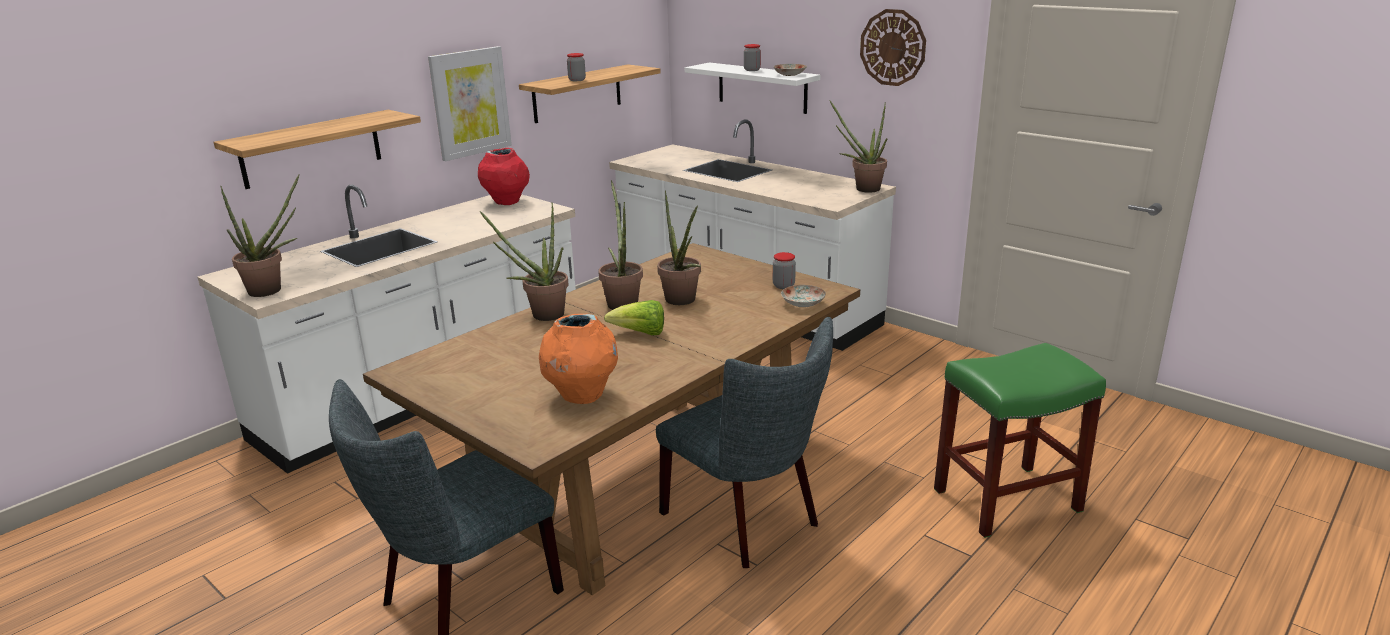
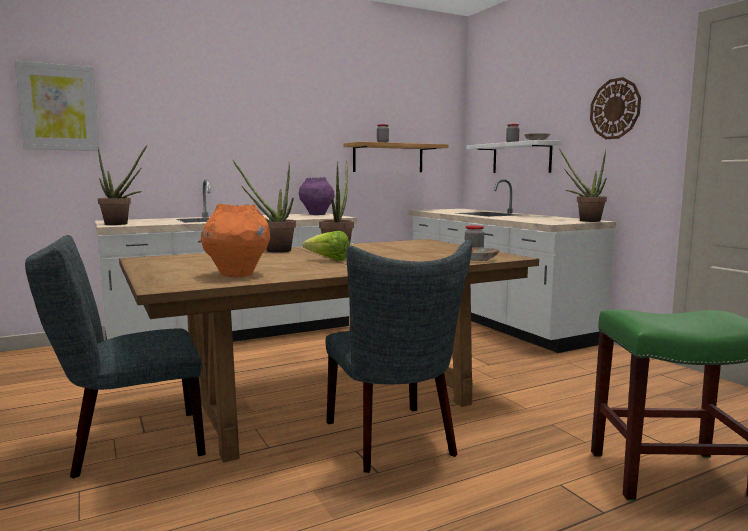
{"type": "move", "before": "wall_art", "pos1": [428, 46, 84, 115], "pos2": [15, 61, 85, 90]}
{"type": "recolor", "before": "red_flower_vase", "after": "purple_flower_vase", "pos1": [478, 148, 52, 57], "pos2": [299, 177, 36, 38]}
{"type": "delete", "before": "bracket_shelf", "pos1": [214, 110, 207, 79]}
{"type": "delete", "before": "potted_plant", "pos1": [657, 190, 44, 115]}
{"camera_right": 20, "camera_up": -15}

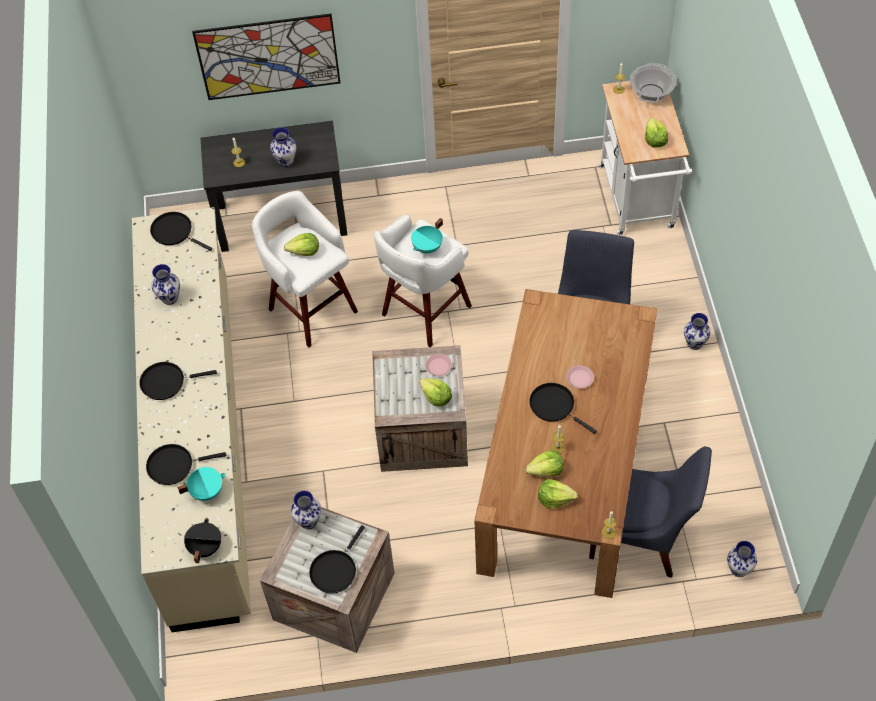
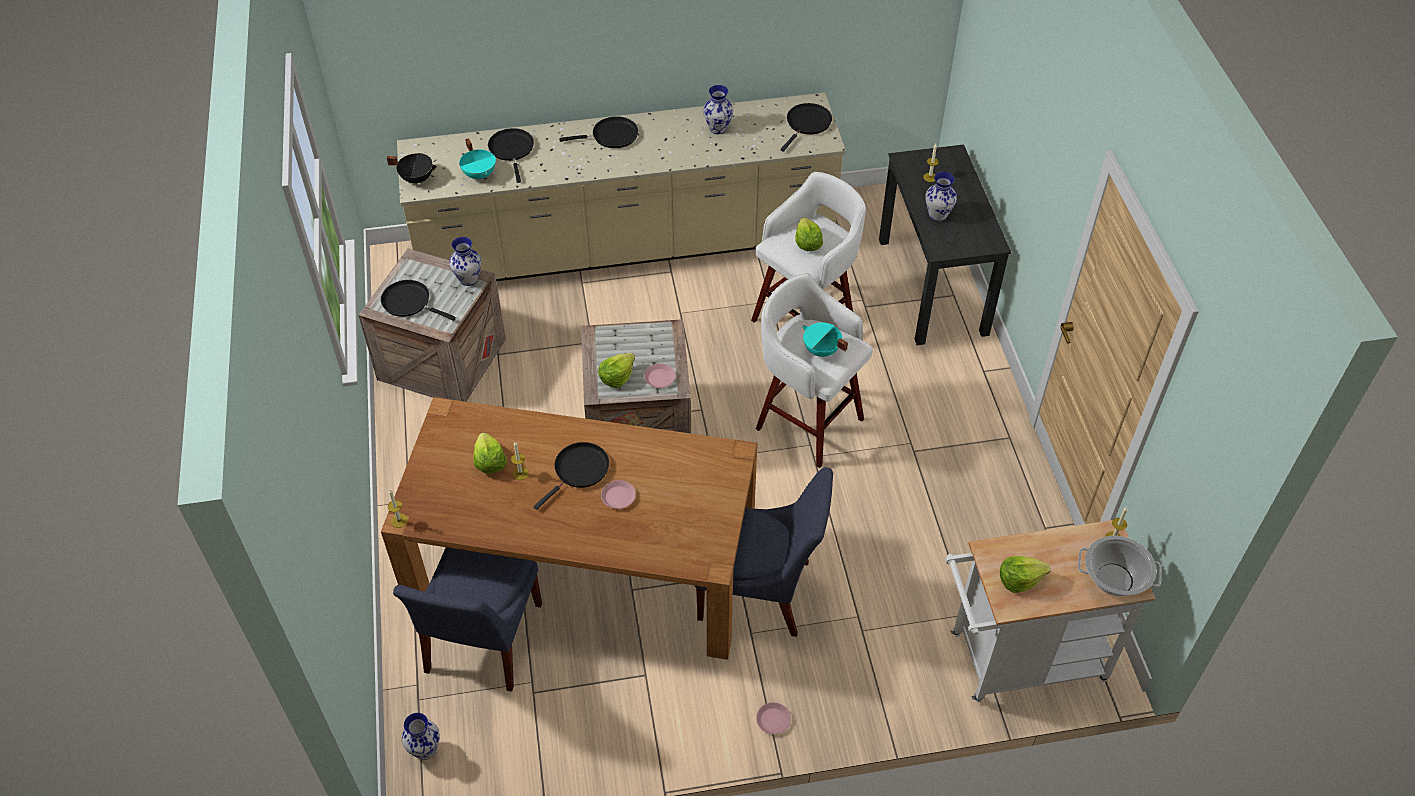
{"type": "rotate", "before": "black_frying_pan", "pos1": [139, 362, 78, 38], "pos2": [559, 116, 79, 32], "turn": 90}
{"type": "replace", "before": "flower_vase", "after": "pink-coloured_dinner_plate", "pos1": [684, 313, 27, 37], "pos2": [756, 702, 35, 32]}
{"type": "delete", "before": "wall_art", "pos1": [192, 14, 148, 86]}
{"type": "delete", "before": "lettuce", "pos1": [538, 479, 40, 29]}
{"camera_right": 85, "camera_up": -5}

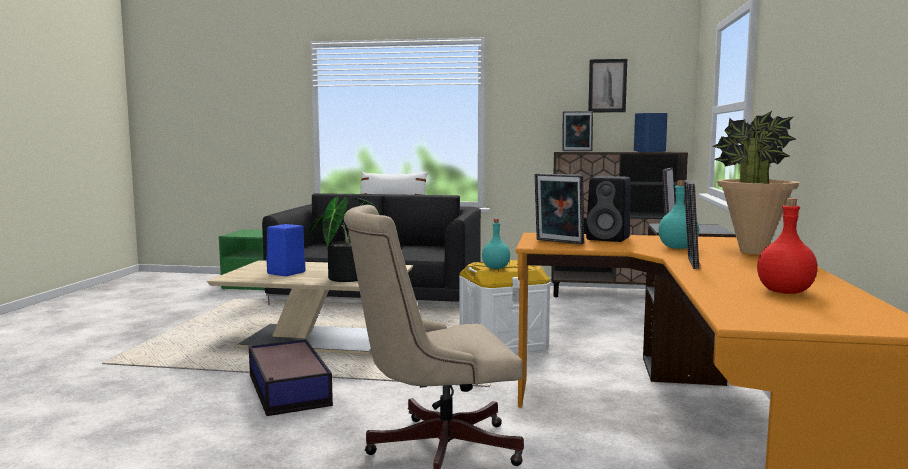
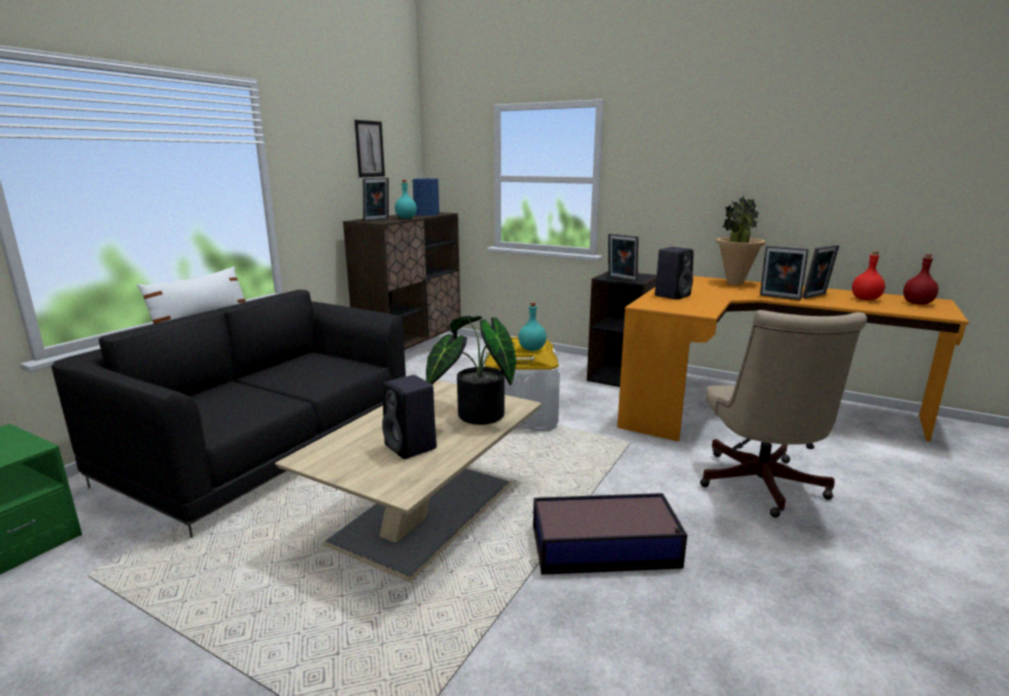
{"type": "recolor", "before": "blue_audio_speaker", "after": "black_audio_speaker", "pos1": [266, 224, 39, 52], "pos2": [382, 375, 55, 84]}
{"type": "move", "before": "blue-green_drink_bottle", "pos1": [659, 181, 40, 68], "pos2": [395, 180, 22, 38]}
{"type": "move", "before": "standing_frame", "pos1": [535, 173, 49, 71], "pos2": [802, 245, 37, 54]}
{"type": "insert", "after": "red_drink_bottle", "pos2": [903, 254, 36, 51]}
{"camera_right": -70, "camera_up": 10}

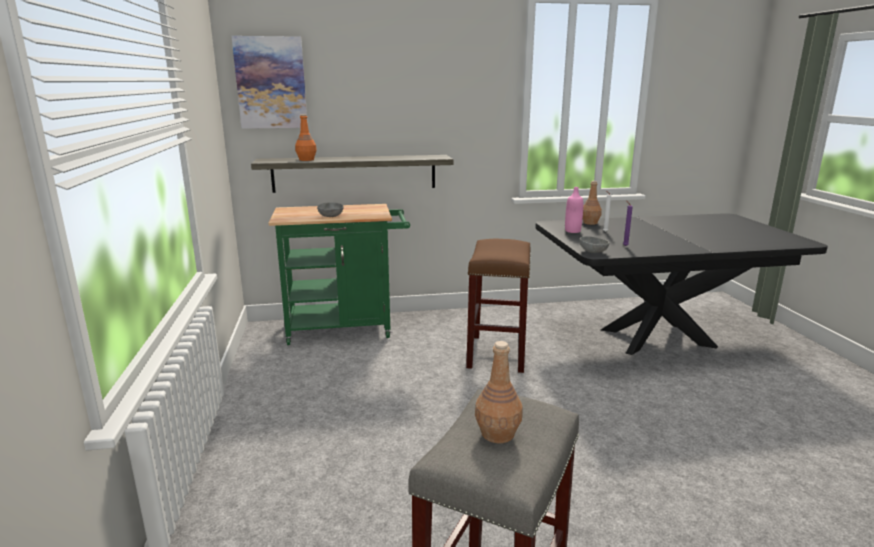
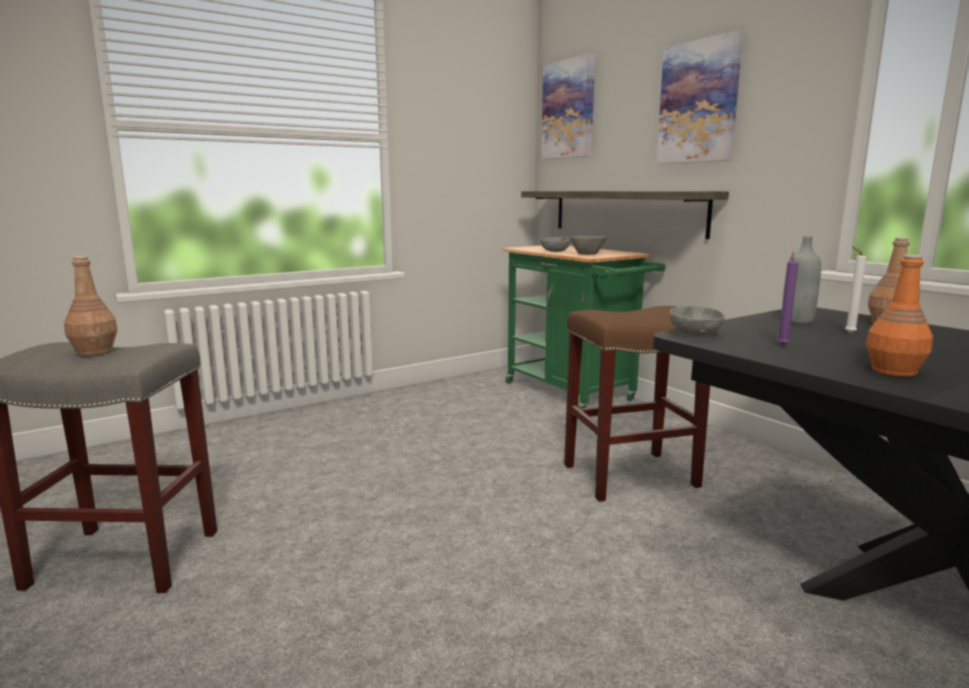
{"type": "insert", "after": "greyish_bowl", "pos2": [569, 236, 38, 19]}
{"type": "insert", "after": "wall_art", "pos2": [656, 30, 87, 134]}
{"type": "recolor", "before": "pink-coloured_drink_bottle", "after": "greyish_drink_bottle", "pos1": [565, 187, 18, 46], "pos2": [782, 236, 39, 87]}
{"type": "move", "before": "orangey_drink_bottle", "pos1": [295, 114, 22, 47], "pos2": [866, 254, 67, 123]}
{"camera_right": 65, "camera_up": -5}

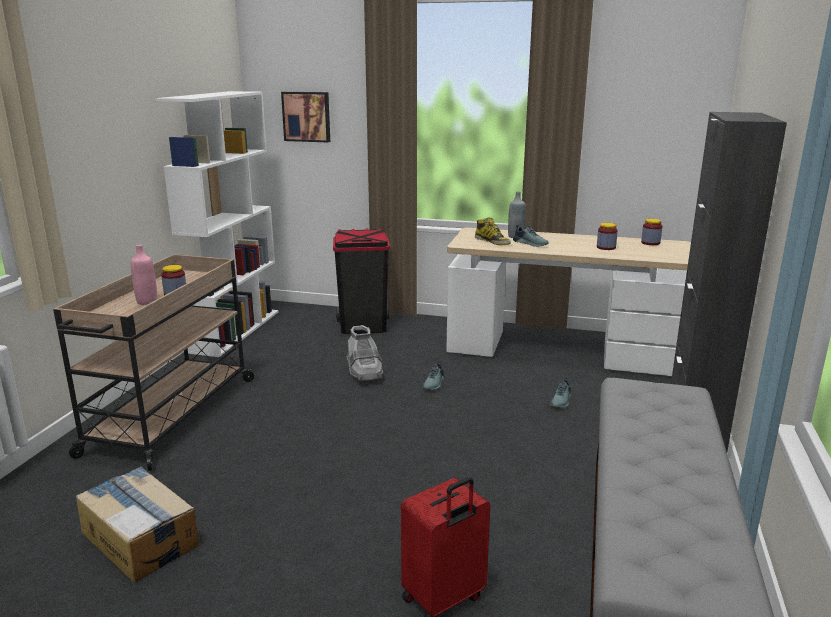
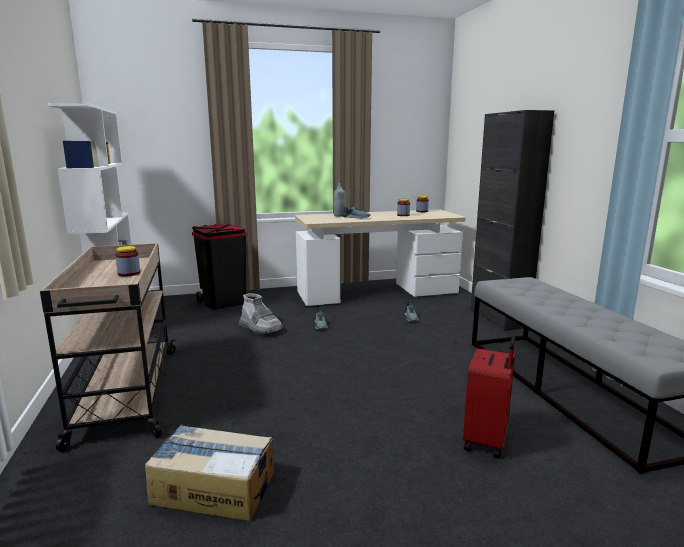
{"type": "delete", "before": "pink-coloured_drink_bottle", "pos1": [131, 244, 26, 61]}
{"type": "delete", "before": "wall_art", "pos1": [281, 92, 49, 50]}
{"type": "delete", "before": "boot", "pos1": [475, 217, 36, 28]}
{"camera_right": -30, "camera_up": -5}

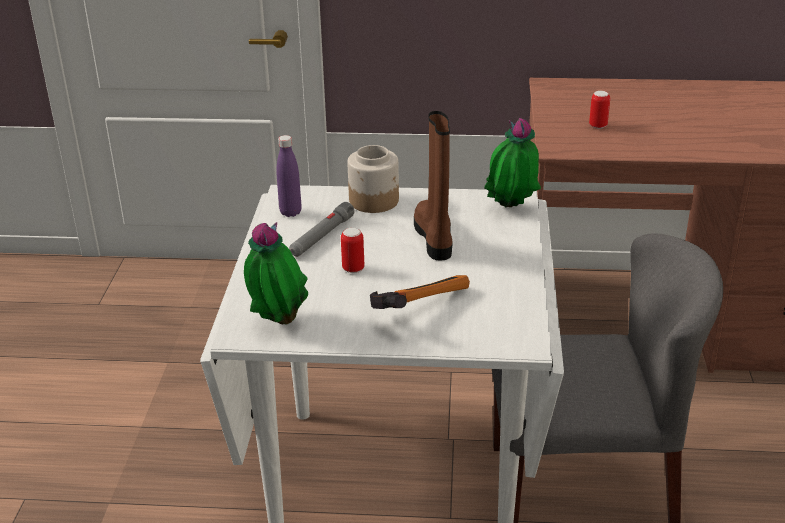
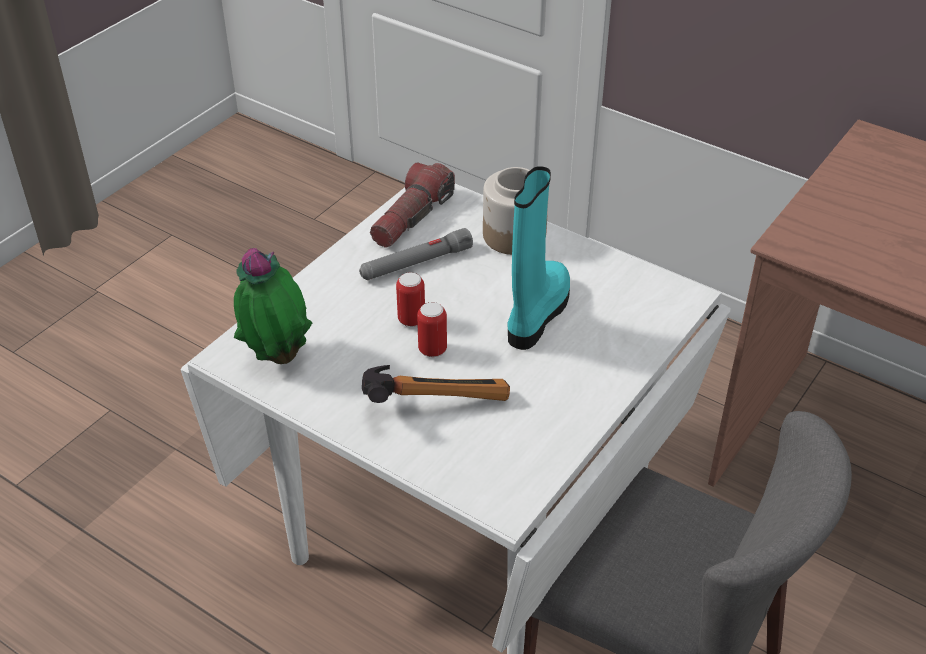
{"type": "replace", "before": "purple_drink_bottle", "after": "hand_torch", "pos1": [276, 135, 26, 82], "pos2": [370, 162, 85, 86]}
{"type": "move", "before": "sealed_can", "pos1": [589, 91, 21, 38], "pos2": [417, 302, 30, 55]}
{"type": "recolor", "before": "brown_boot", "after": "blue-green_boot", "pos1": [414, 111, 39, 150], "pos2": [508, 166, 62, 184]}
{"type": "delete", "before": "potted_plant", "pos1": [484, 118, 57, 89]}
{"camera_right": 30, "camera_up": 10}

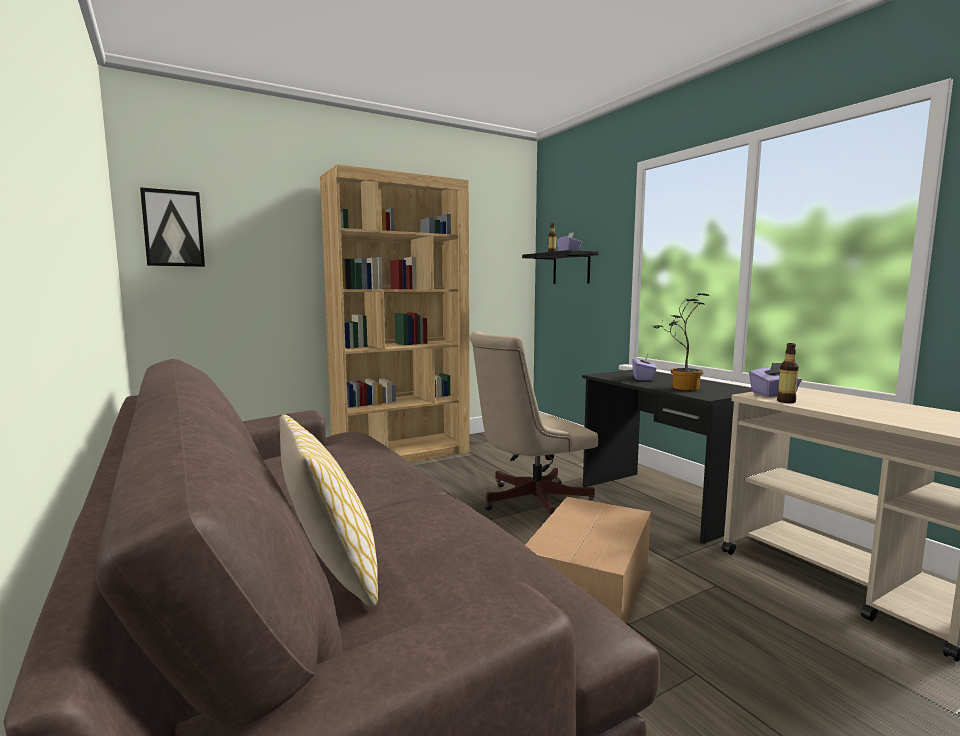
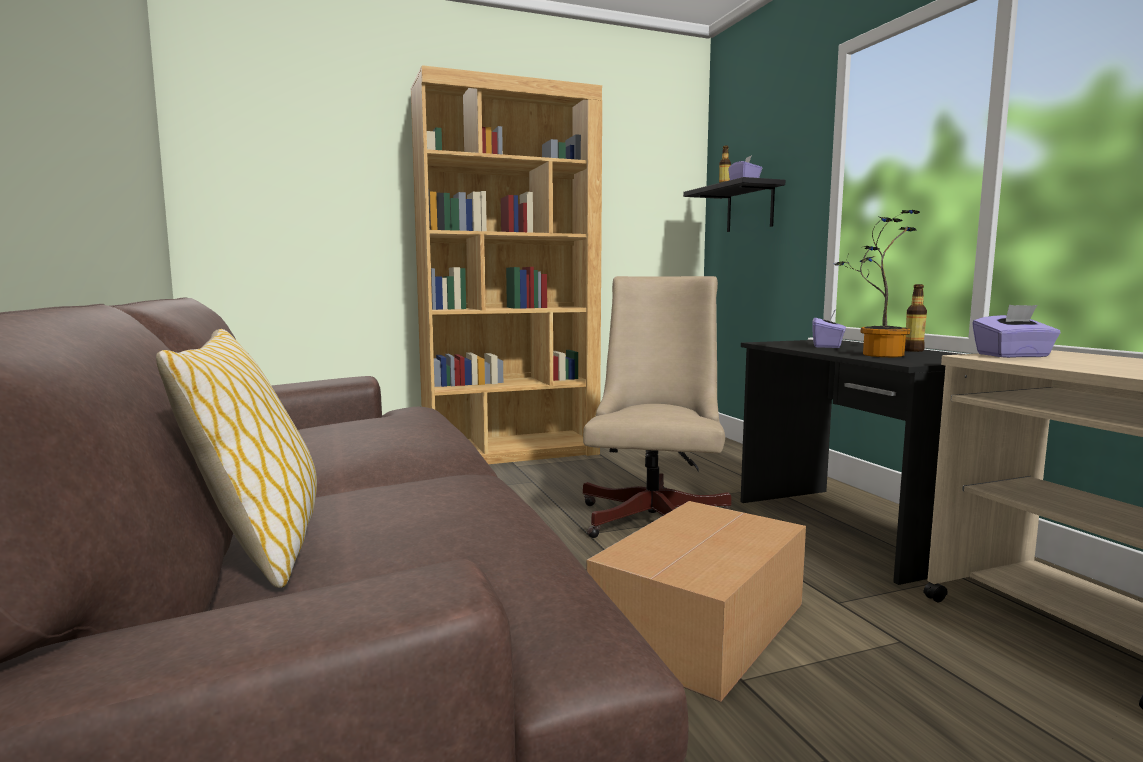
{"type": "rotate", "before": "beige_office_chair", "pos1": [470, 331, 128, 192], "pos2": [583, 276, 148, 262], "turn": 120}
{"type": "move", "before": "drink_bottle", "pos1": [777, 343, 22, 60], "pos2": [905, 284, 22, 68]}
{"type": "delete", "before": "wall_art", "pos1": [140, 187, 65, 80]}
{"camera_right": 10, "camera_up": 0}

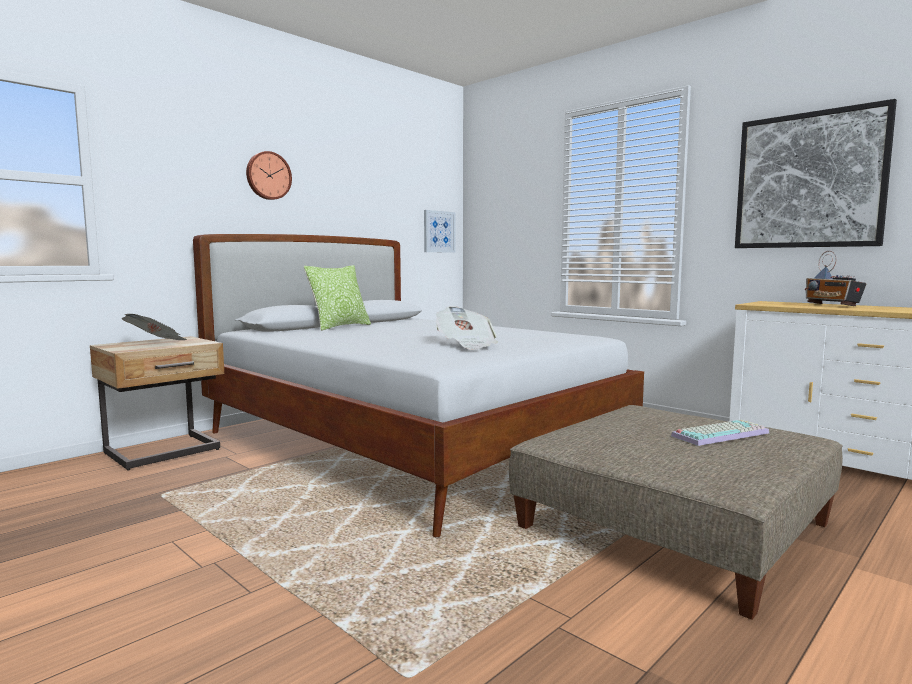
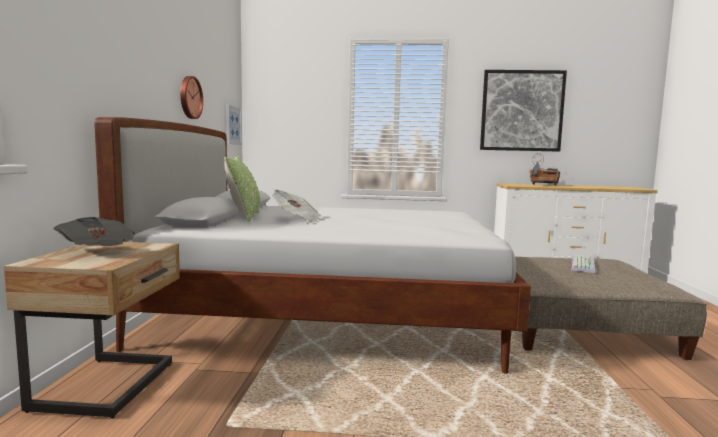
{"type": "move", "before": "wall_clock", "pos1": [246, 151, 46, 49], "pos2": [180, 76, 23, 43]}
{"type": "move", "before": "printed_paper", "pos1": [436, 306, 62, 44], "pos2": [272, 190, 49, 32]}
{"camera_right": -40, "camera_up": 0}

